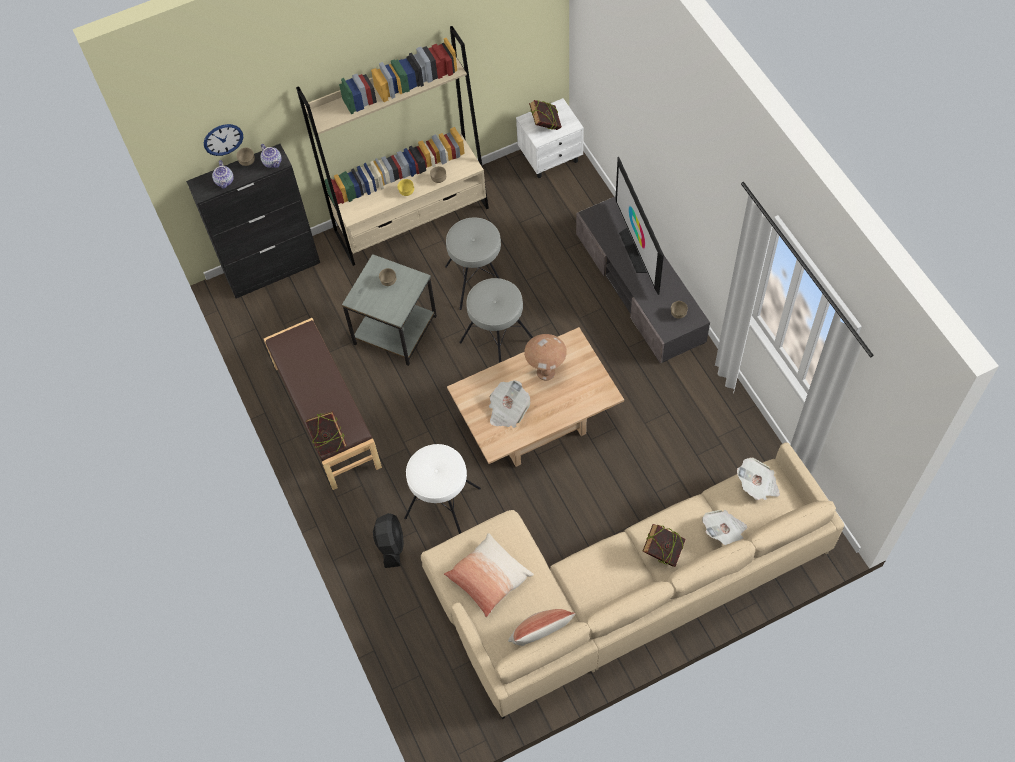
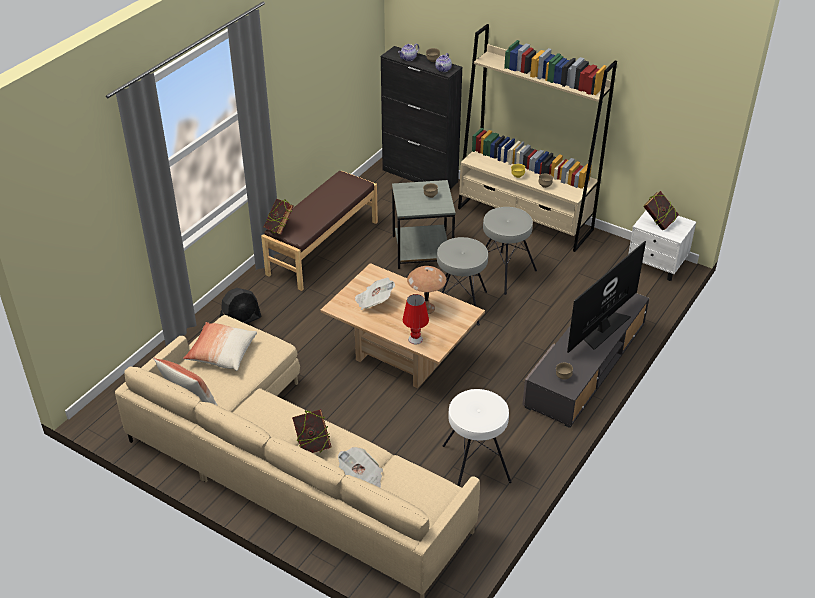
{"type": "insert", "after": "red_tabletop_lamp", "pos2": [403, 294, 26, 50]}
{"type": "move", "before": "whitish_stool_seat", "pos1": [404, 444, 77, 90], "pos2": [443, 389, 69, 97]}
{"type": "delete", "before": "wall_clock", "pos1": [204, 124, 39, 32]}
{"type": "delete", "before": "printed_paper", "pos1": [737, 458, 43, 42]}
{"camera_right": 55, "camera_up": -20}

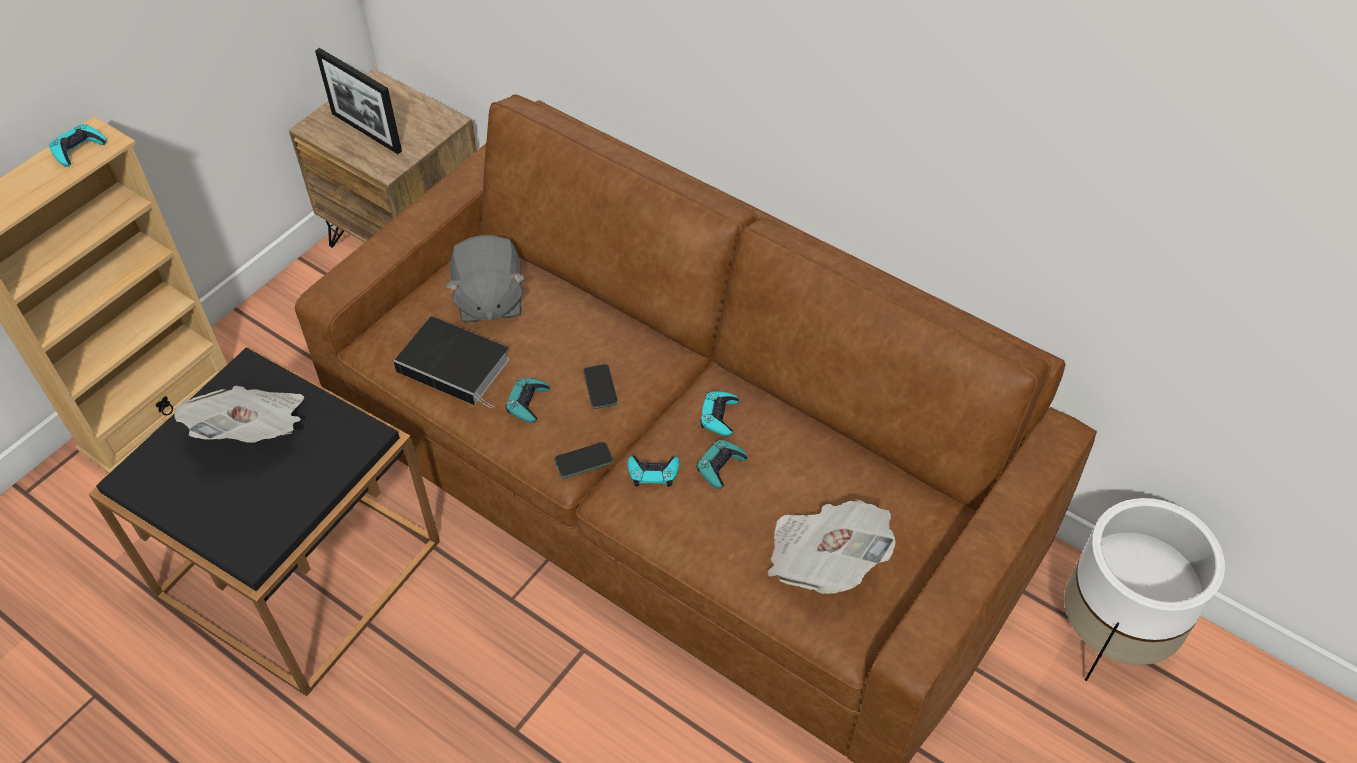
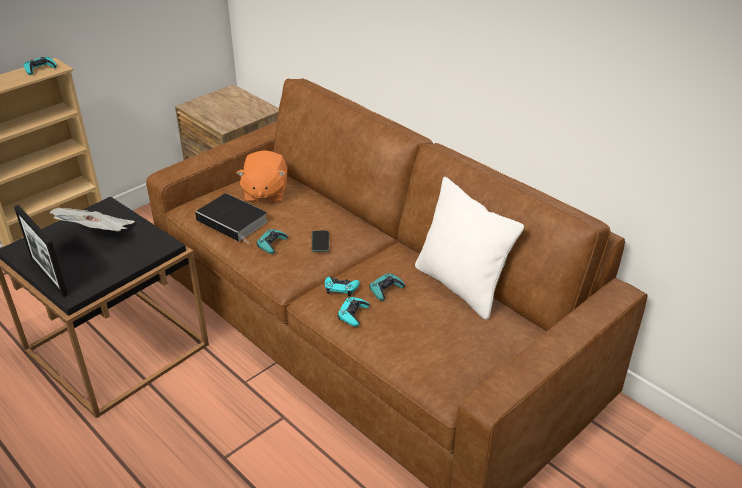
{"type": "move", "before": "standing_frame", "pos1": [315, 48, 87, 106], "pos2": [14, 205, 54, 92]}
{"type": "recolor", "before": "greyish_plush_toy", "after": "orangey_plush_toy", "pos1": [446, 235, 79, 88], "pos2": [236, 150, 51, 53]}
{"type": "move", "before": "blue-green_gamepad", "pos1": [700, 391, 39, 45], "pos2": [338, 297, 32, 30]}
{"type": "insert", "after": "whitish_cushion", "pos2": [415, 177, 109, 143]}
{"type": "delete", "before": "handset", "pos1": [554, 442, 59, 36]}
{"type": "delete", "before": "printed_paper", "pos1": [768, 500, 128, 94]}
{"type": "delete", "before": "whitish_planter", "pos1": [1064, 498, 161, 183]}
{"camera_right": 10, "camera_up": -15}

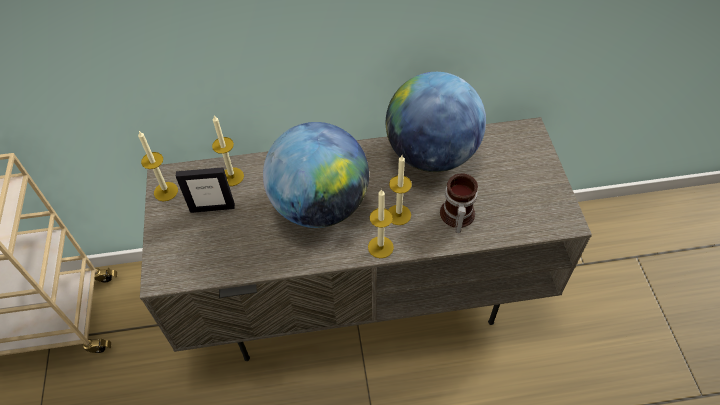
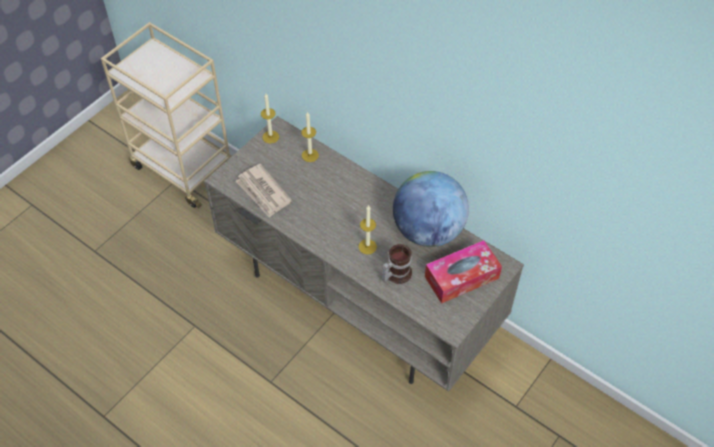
{"type": "insert", "after": "printed_paper", "pos2": [236, 164, 56, 54]}
{"type": "insert", "after": "box_of_tissues", "pos2": [425, 240, 77, 64]}
{"type": "delete", "before": "standing_frame", "pos1": [176, 167, 59, 46]}
{"type": "delete", "before": "desk_globe", "pos1": [263, 122, 106, 106]}
{"type": "delete", "before": "wax_light", "pos1": [368, 189, 26, 69]}
{"camera_right": 45, "camera_up": 0}

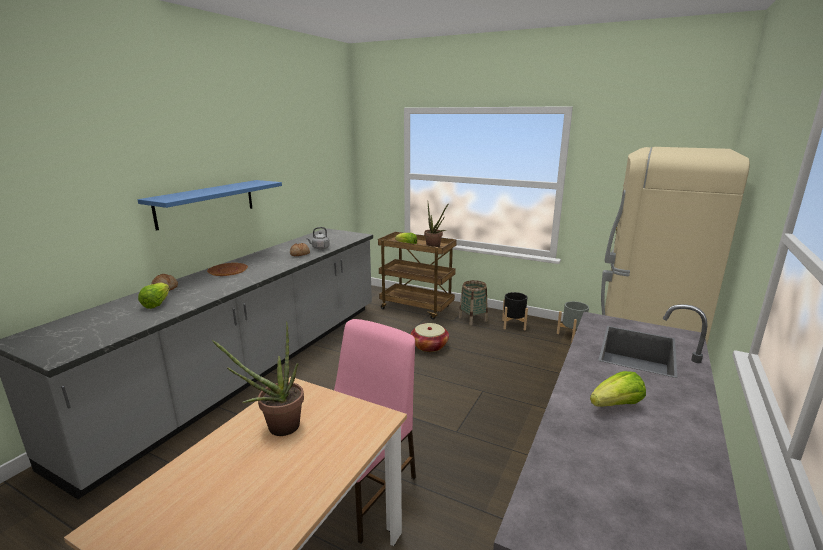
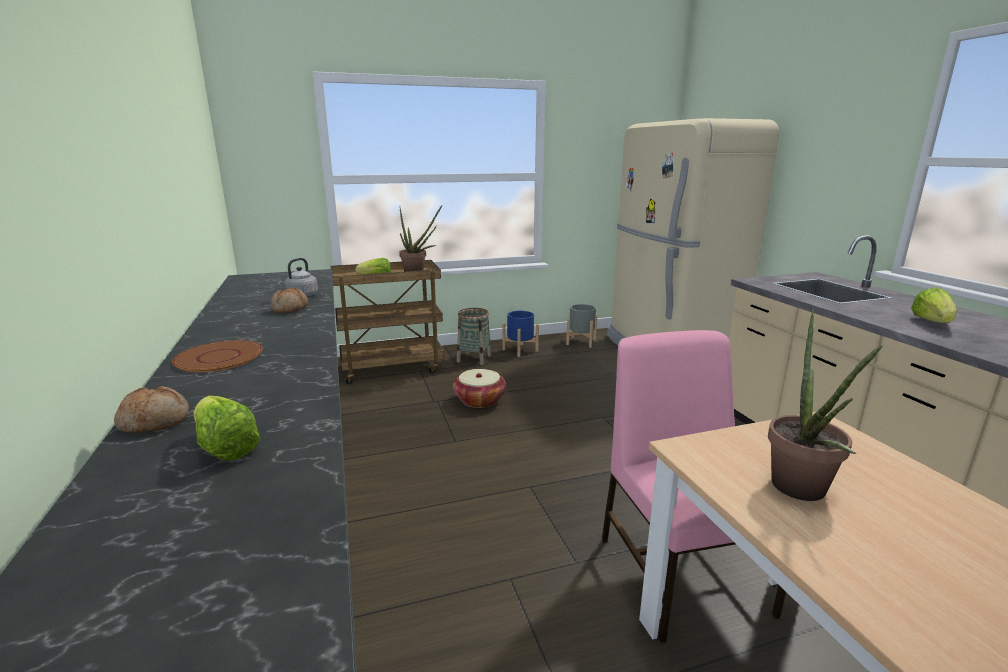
{"type": "recolor", "before": "black_planter", "after": "blue_planter", "pos1": [502, 292, 26, 38], "pos2": [502, 311, 37, 46]}
{"type": "delete", "before": "blue_bracket_shelf", "pos1": [137, 180, 145, 51]}
{"camera_right": -45, "camera_up": 0}

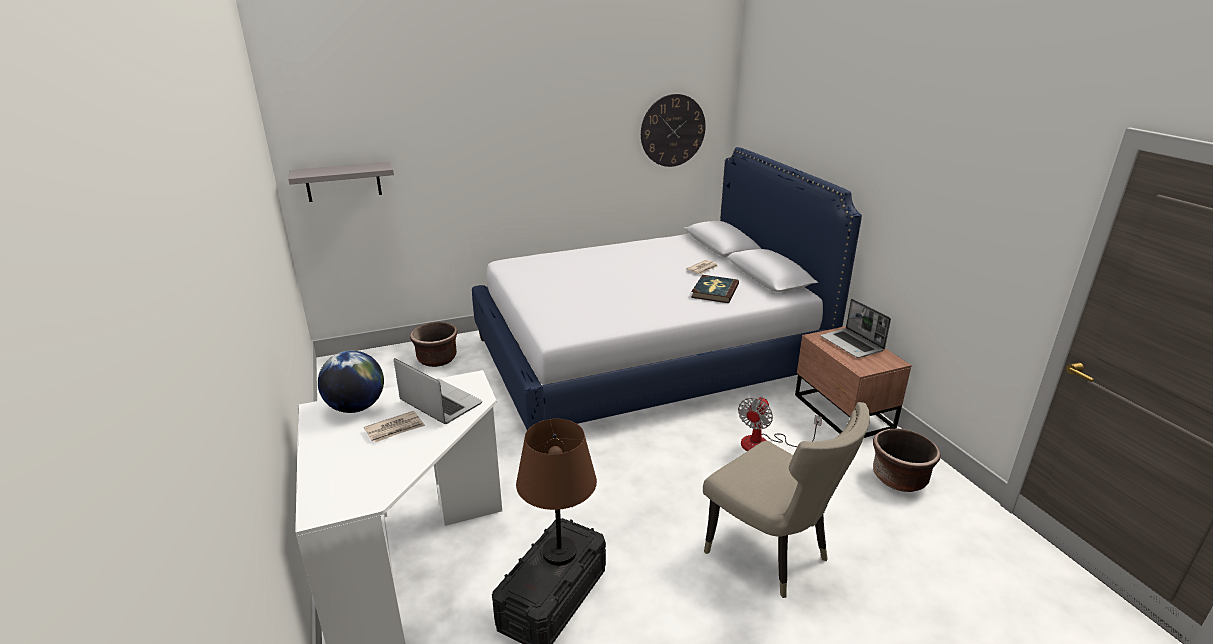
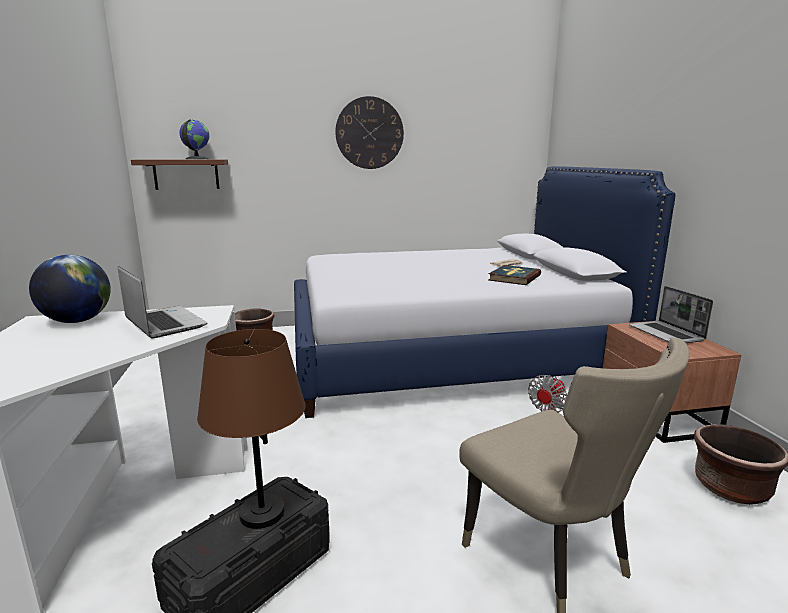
{"type": "recolor", "before": "greyish_bracket_shelf", "after": "brown_bracket_shelf", "pos1": [288, 162, 106, 40], "pos2": [131, 159, 97, 31]}
{"type": "insert", "after": "desk_globe", "pos2": [179, 119, 30, 40]}
{"type": "move", "before": "wall_clock", "pos1": [641, 94, 65, 73], "pos2": [335, 96, 69, 73]}
{"type": "delete", "before": "printed_paper", "pos1": [364, 411, 61, 32]}
{"camera_right": 10, "camera_up": -10}

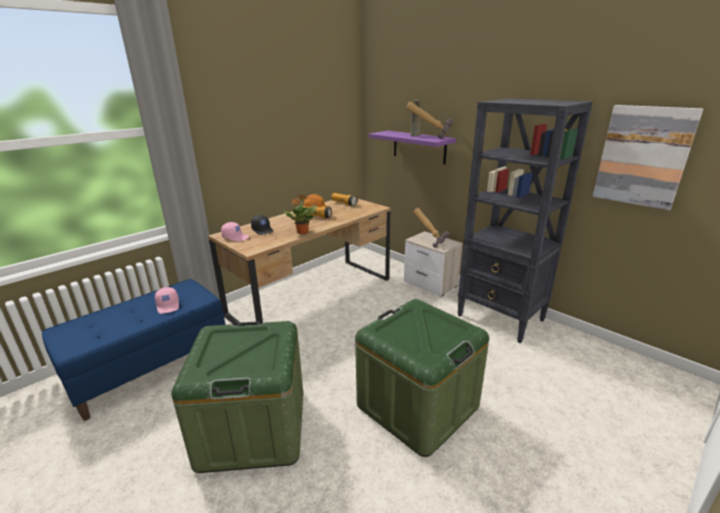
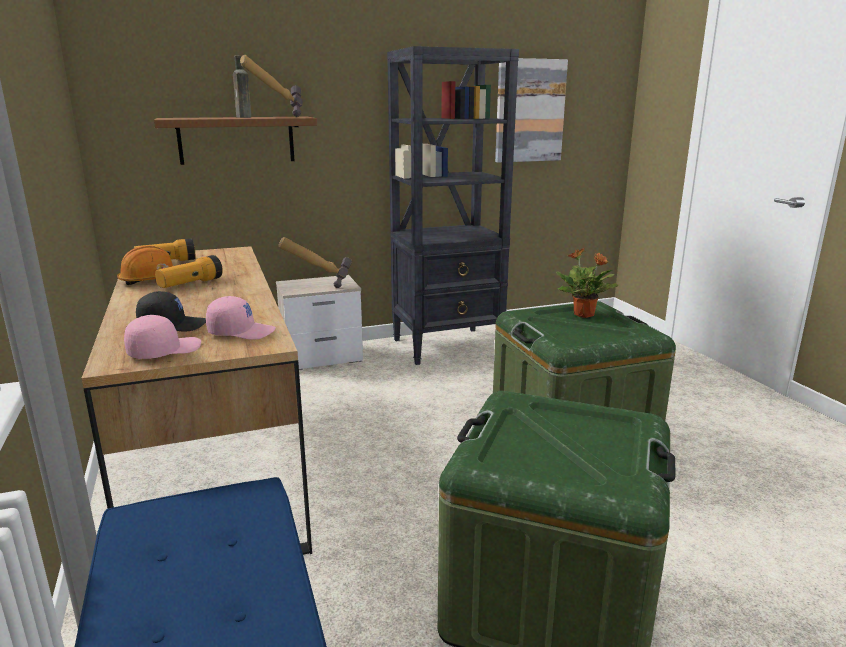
{"type": "recolor", "before": "purple_bracket_shelf", "after": "brown_bracket_shelf", "pos1": [368, 131, 88, 33], "pos2": [154, 117, 163, 48]}
{"type": "move", "before": "pink-coloured_peaked_cap", "pos1": [155, 287, 24, 27], "pos2": [206, 296, 70, 44]}
{"type": "move", "before": "potted_plant", "pos1": [283, 195, 34, 39], "pos2": [556, 248, 63, 70]}
{"camera_right": -65, "camera_up": -5}

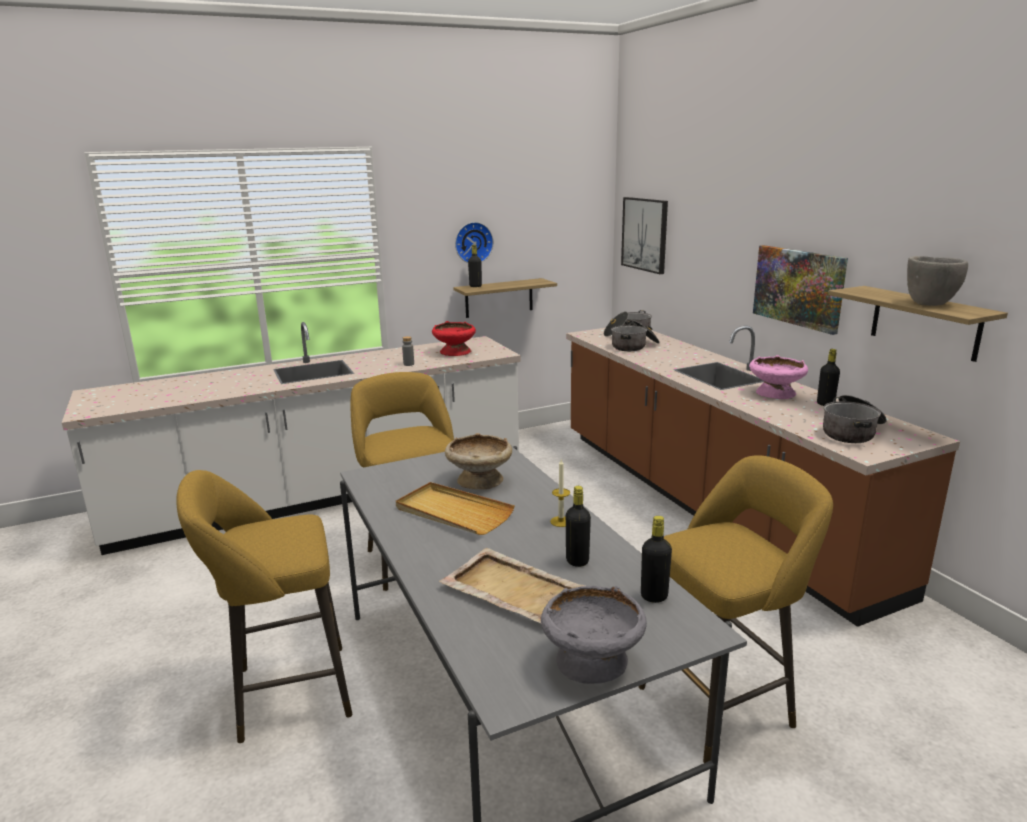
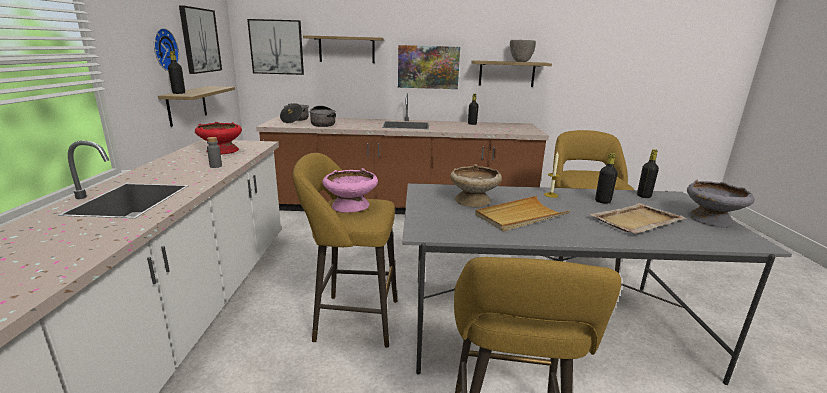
{"type": "insert", "after": "wall_art", "pos2": [179, 5, 43, 69]}
{"type": "insert", "after": "bracket_shelf", "pos2": [303, 35, 81, 28]}
{"type": "move", "before": "pink-coloured_bowl", "pos1": [749, 355, 59, 44], "pos2": [322, 168, 56, 45]}
{"type": "delete", "before": "cooking_pot", "pos1": [823, 395, 64, 48]}
{"camera_right": -65, "camera_up": 0}

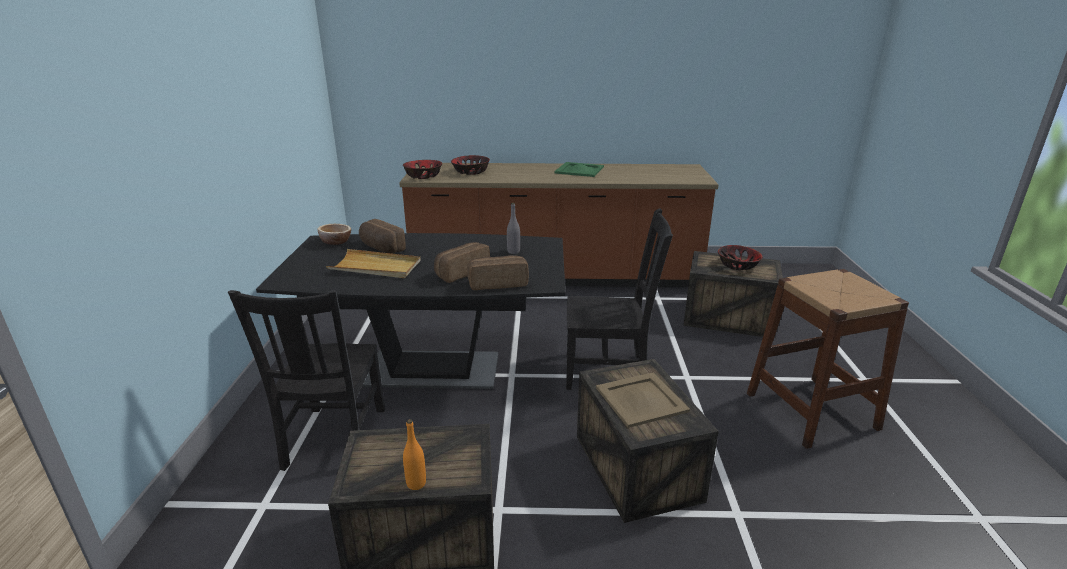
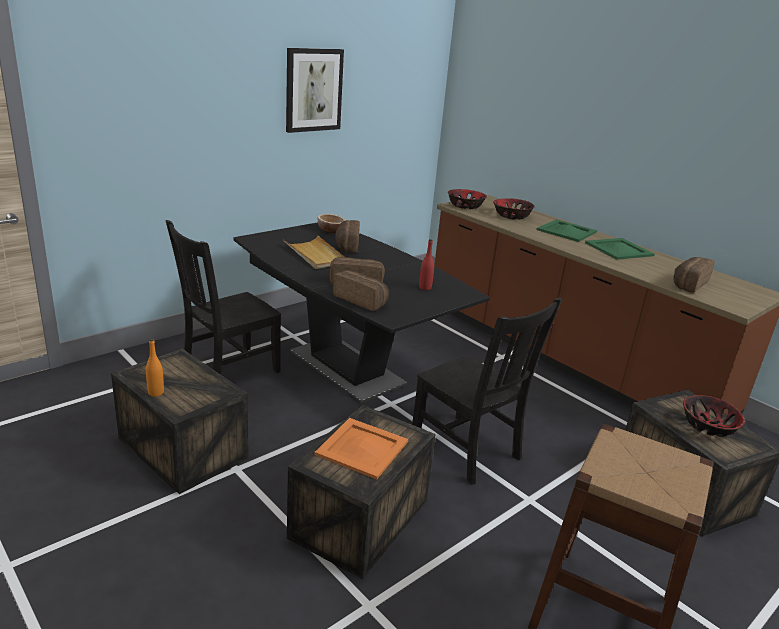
{"type": "insert", "after": "wall_art", "pos2": [286, 48, 58, 85]}
{"type": "recolor", "before": "beige_tray", "after": "orangey_tray", "pos1": [596, 372, 94, 56], "pos2": [314, 418, 94, 62]}
{"type": "recolor", "before": "greyish_drink_bottle", "after": "red_drink_bottle", "pos1": [507, 203, 13, 51], "pos2": [419, 239, 15, 51]}
{"type": "insert", "after": "greenish_tray", "pos2": [537, 219, 60, 23]}
{"type": "insert", "after": "baked_bread", "pos2": [673, 257, 42, 36]}
{"camera_right": 45, "camera_up": 0}

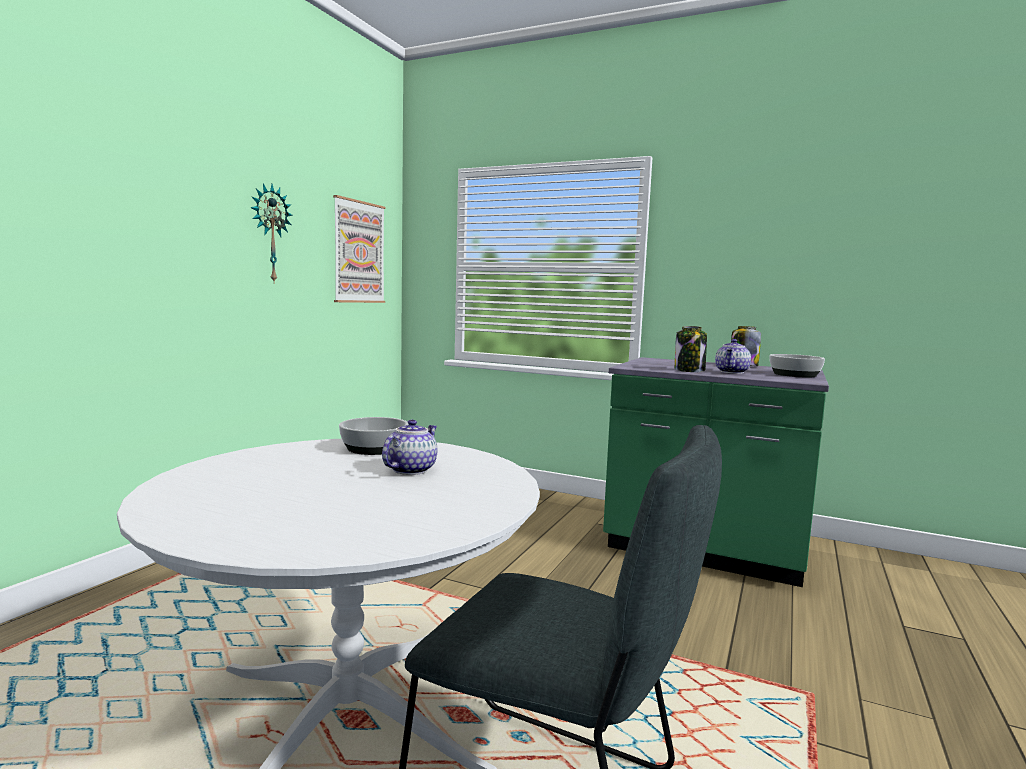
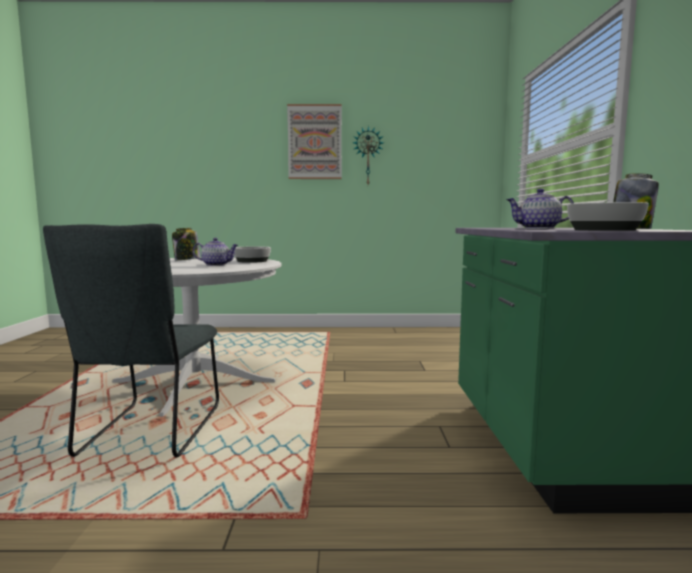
{"type": "move", "before": "storage_jar", "pos1": [675, 326, 32, 46], "pos2": [172, 228, 28, 32]}
{"type": "move", "before": "wall_art", "pos1": [333, 195, 52, 108], "pos2": [287, 104, 55, 75]}
{"camera_right": 65, "camera_up": 0}

